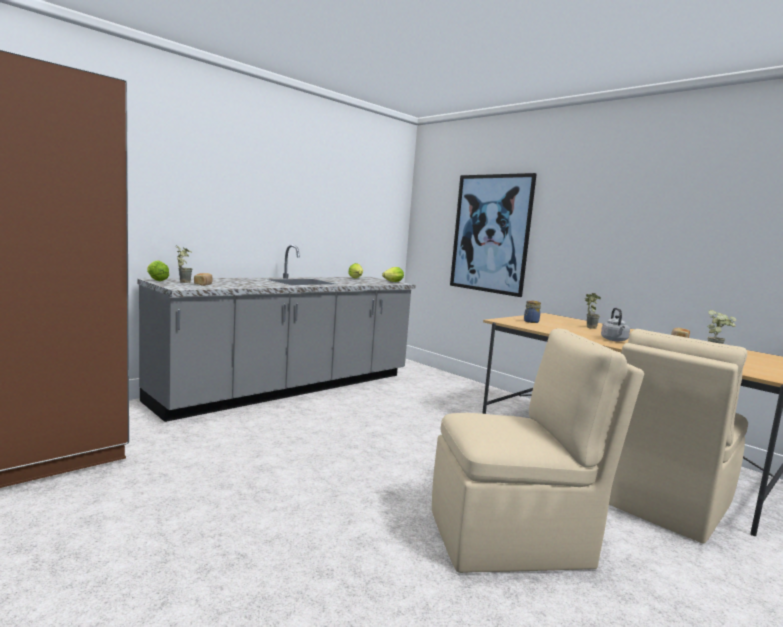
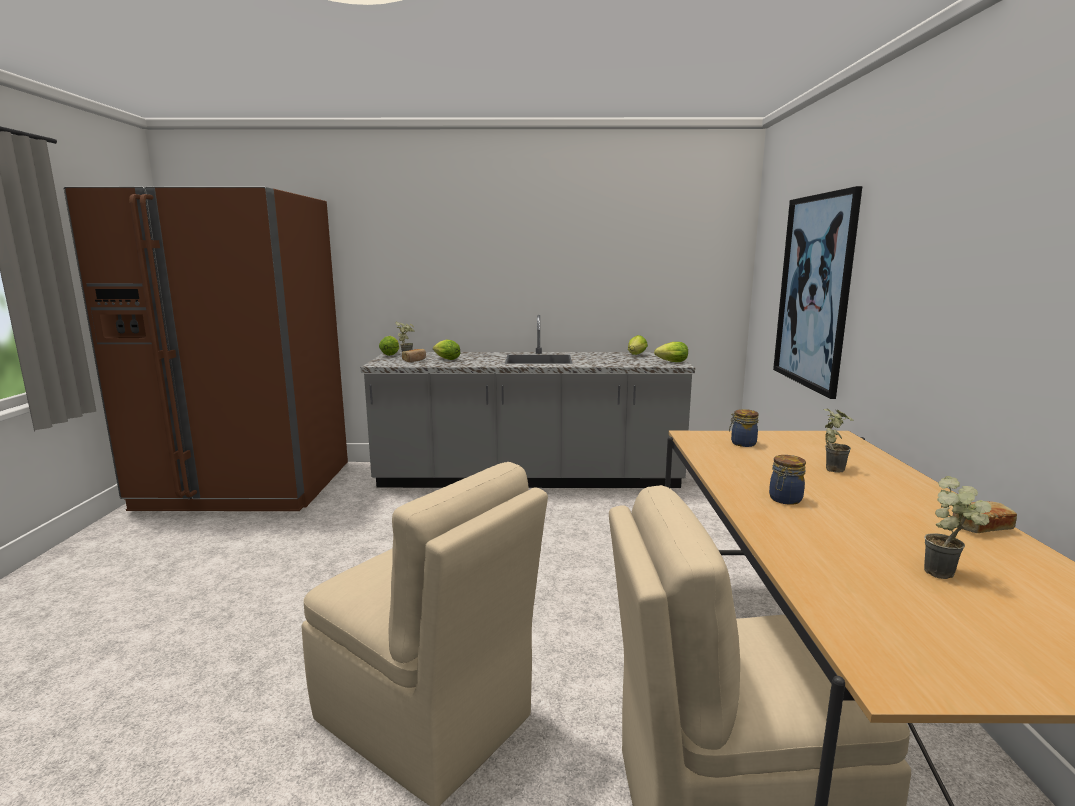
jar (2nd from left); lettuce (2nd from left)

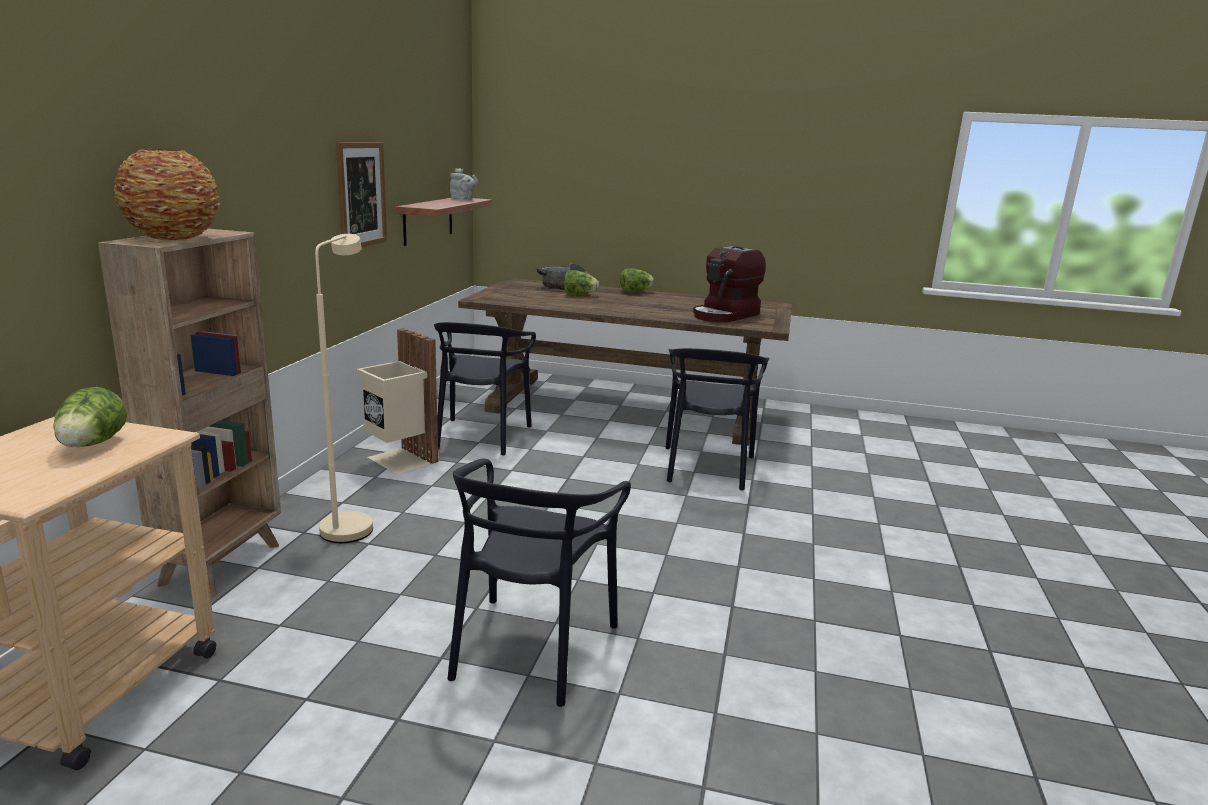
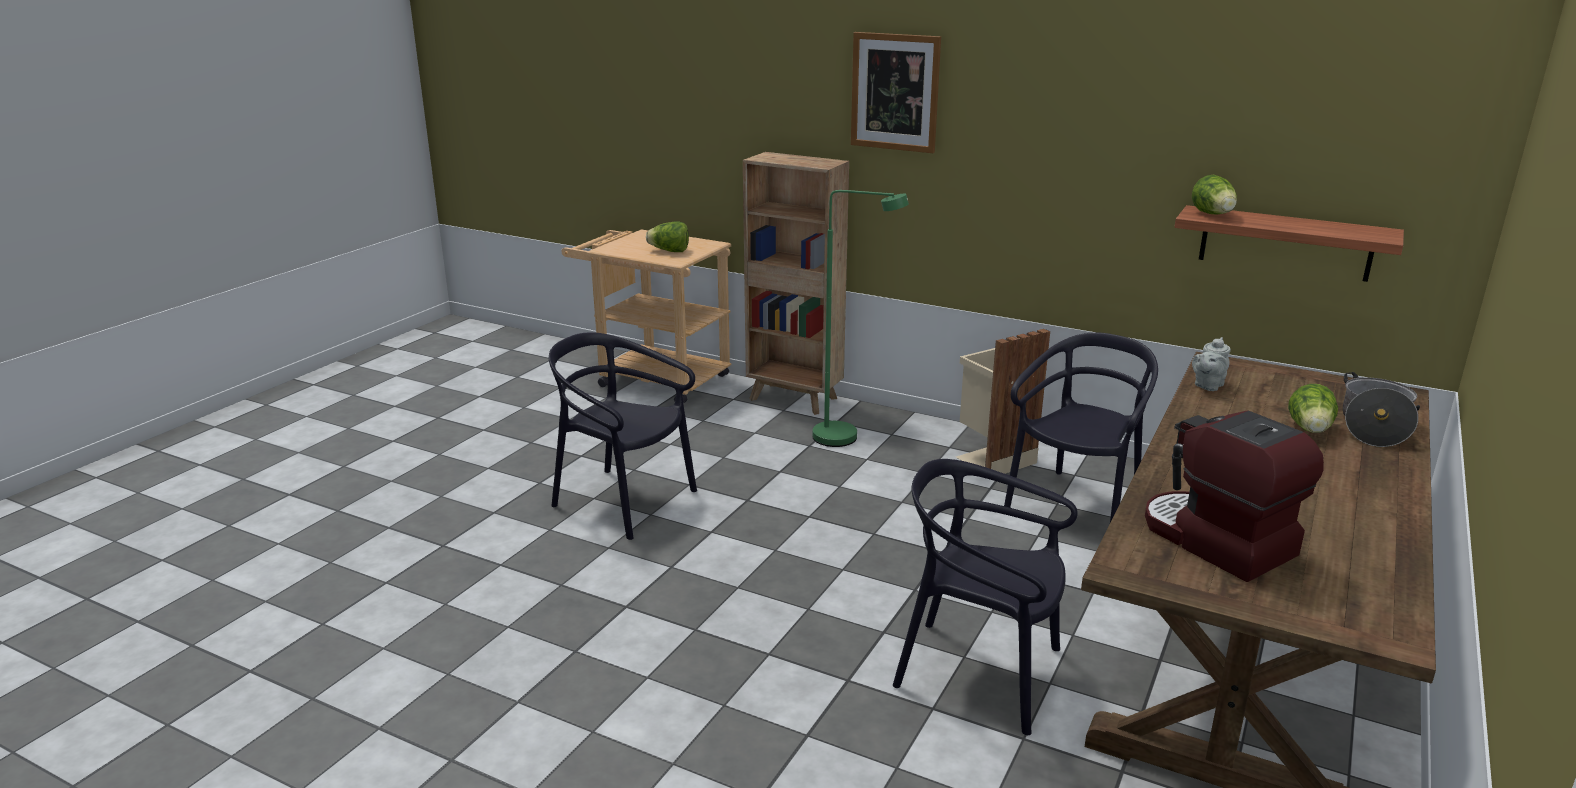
vase; green floor lamp; picture; black chair (3rd from left); grey teapot; lettuce (2nd from left)

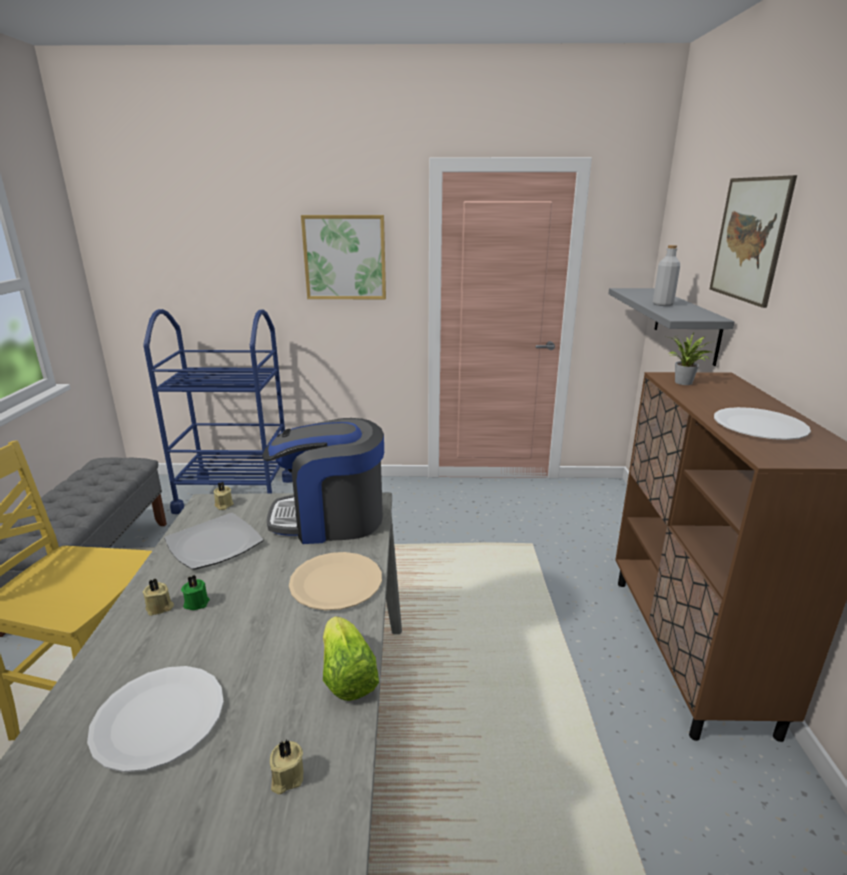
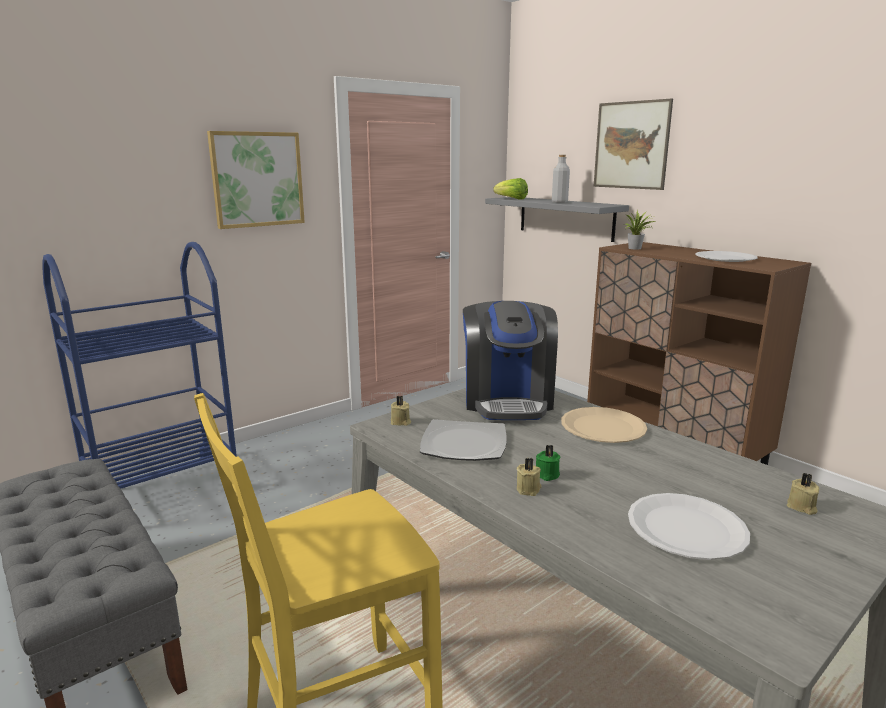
coffee machine; lettuce

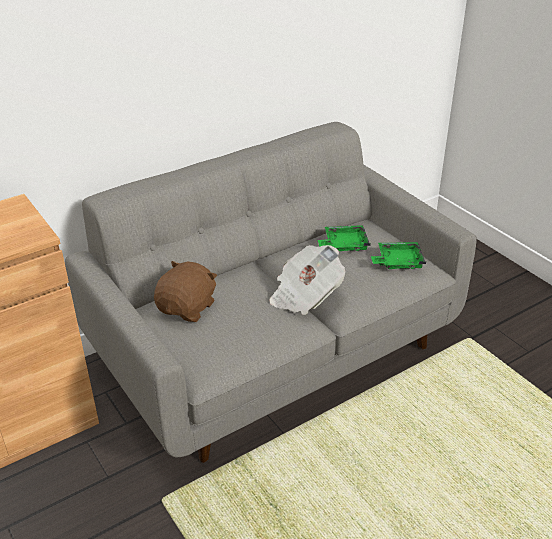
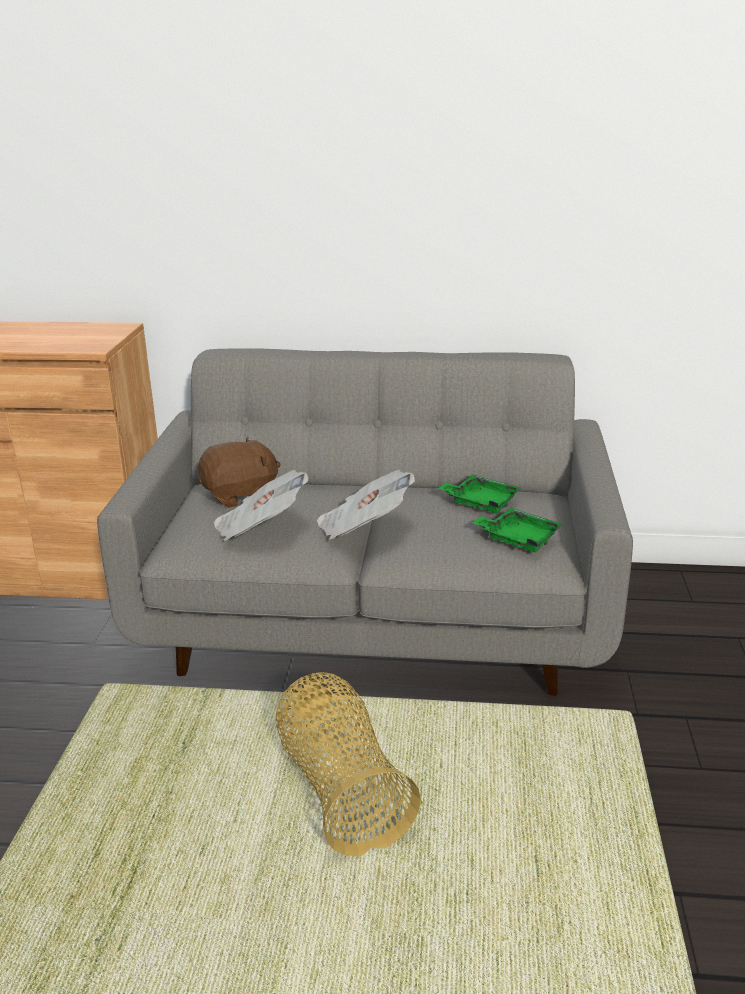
newspaper (1st from left); basket

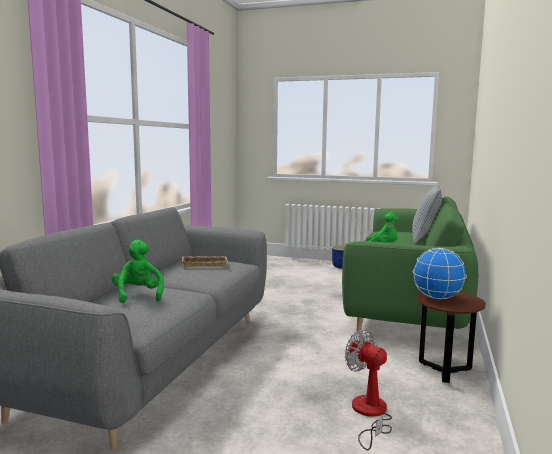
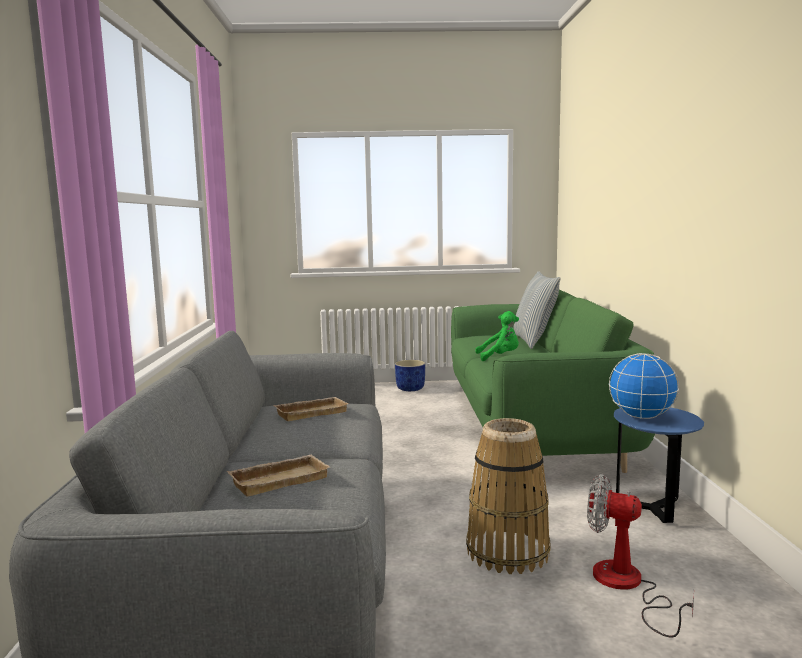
beige tray (1st from left); blue side table; basket

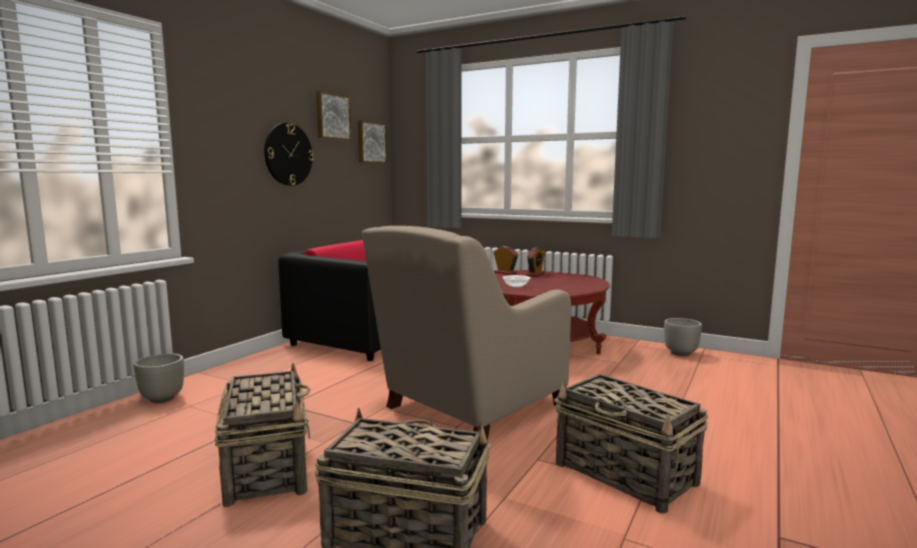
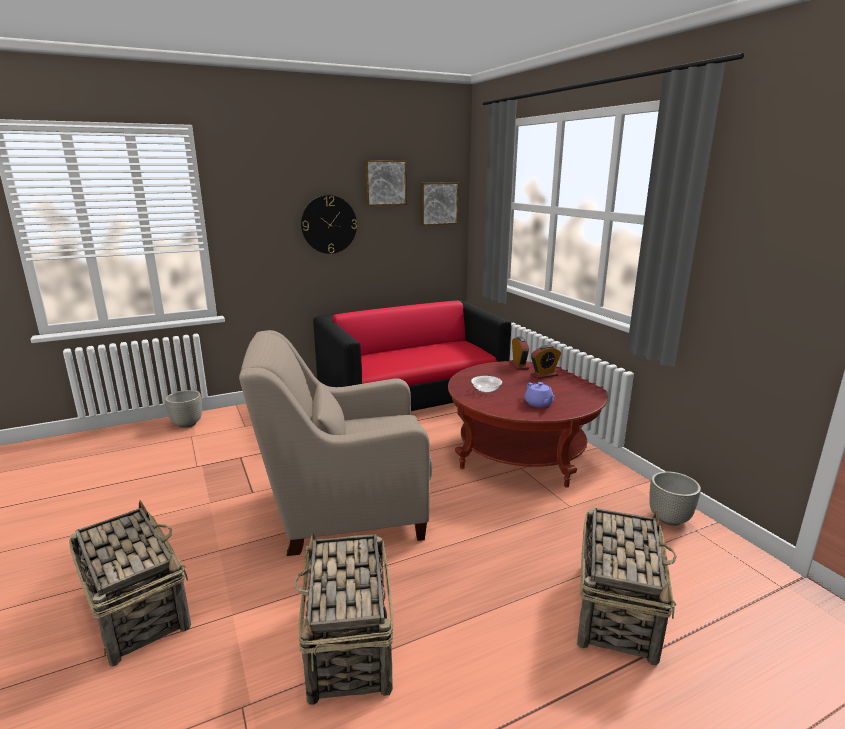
basket (3rd from left); purple teapot

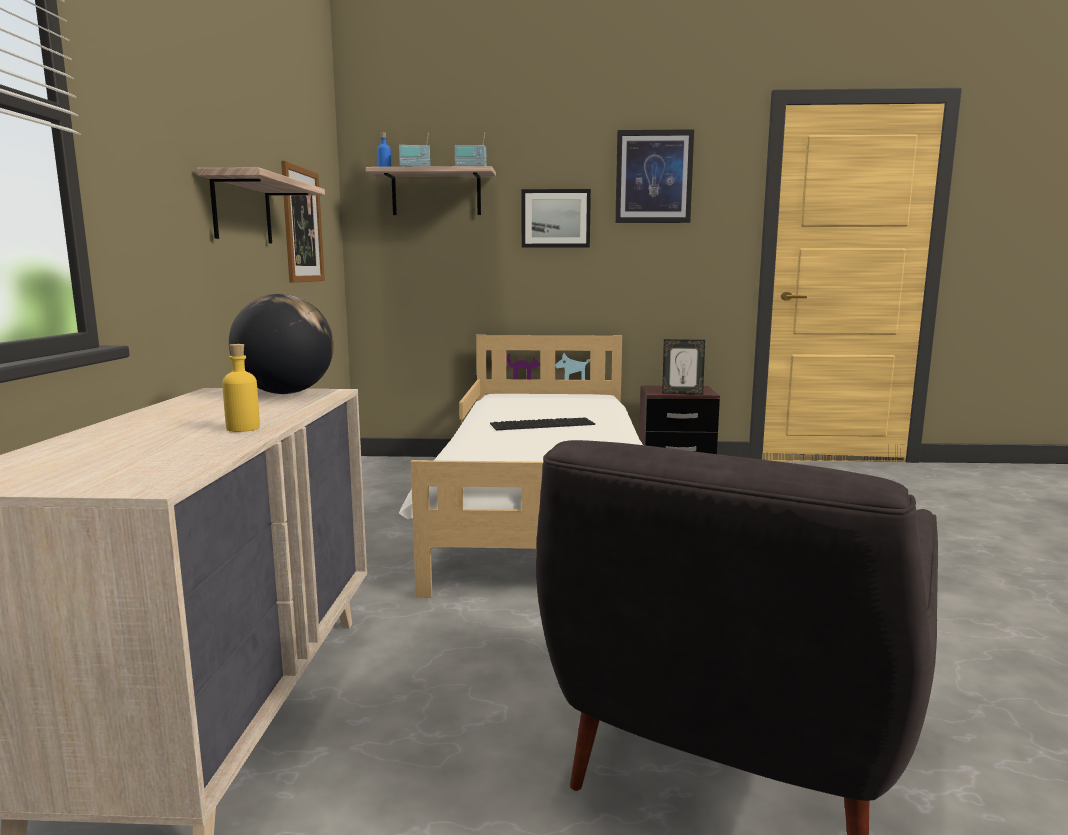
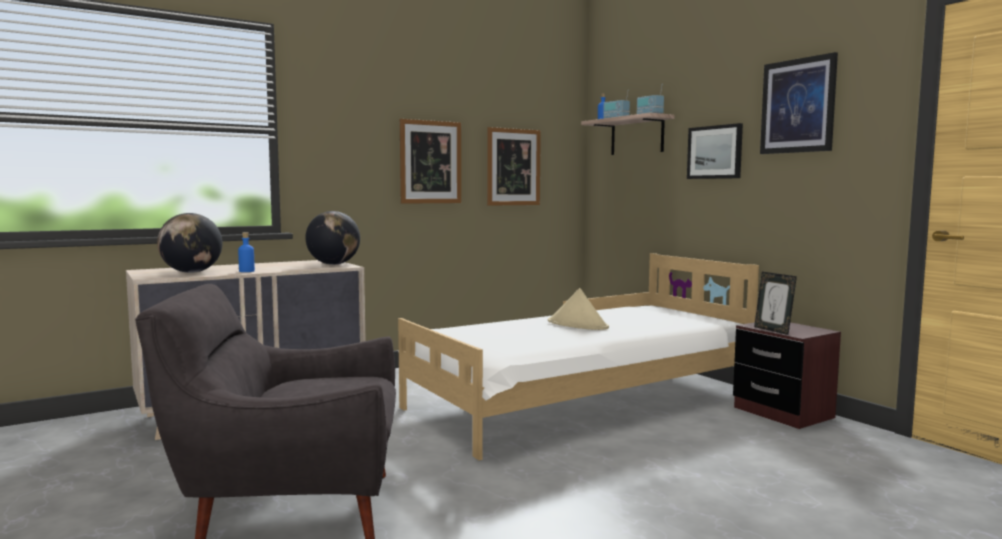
picture (1st from left); blue bottle (1st from left); beige hat; globe (1st from left)

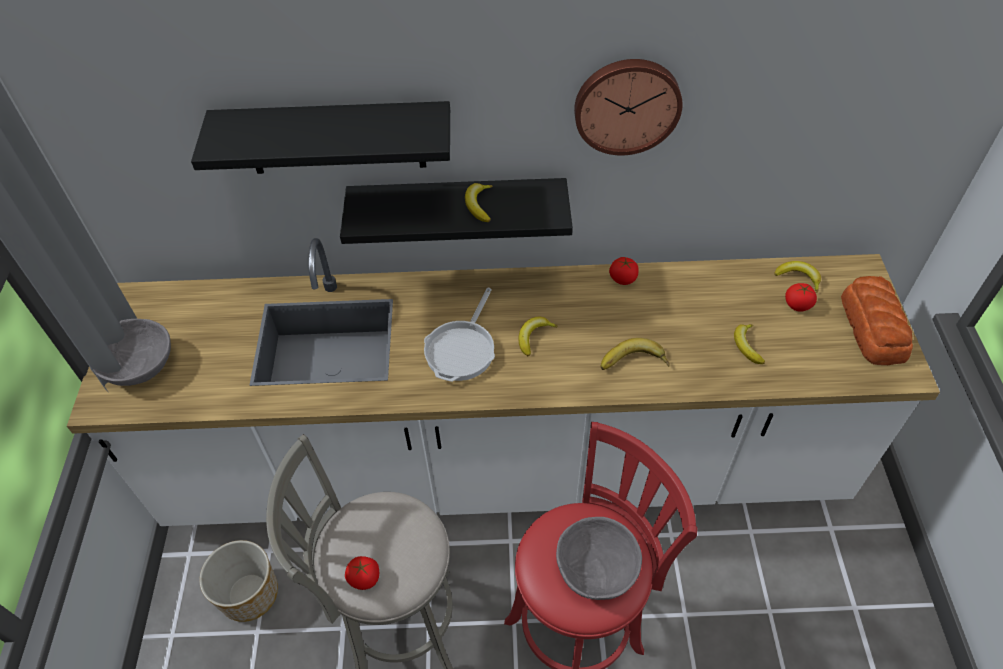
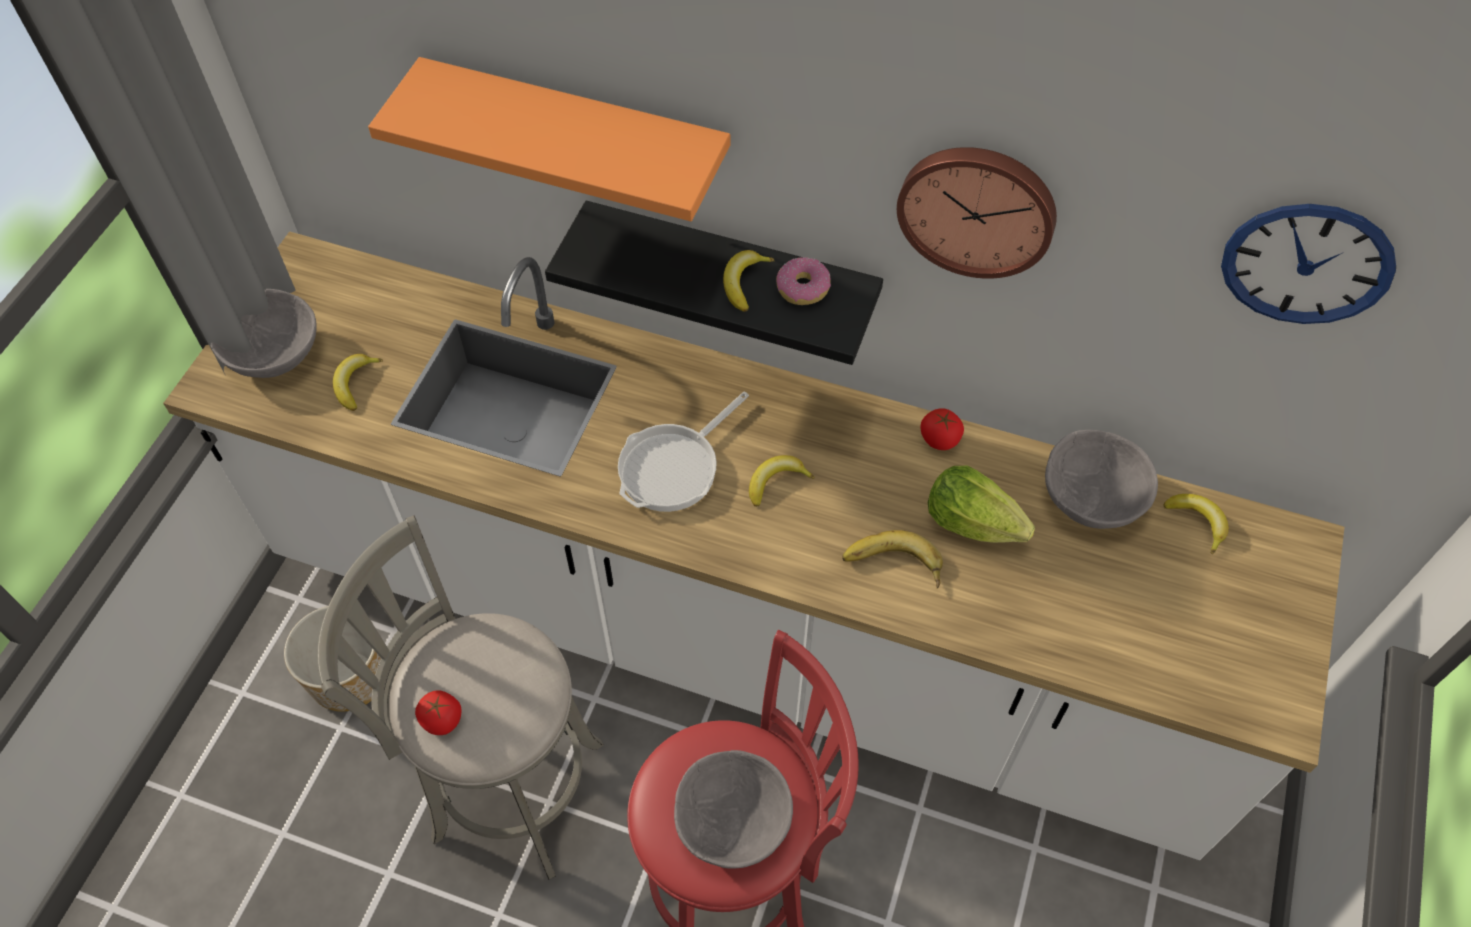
orange shelf; banana (1st from left); tomato (3rd from left in the first image); bread; donut; lettuce; grey bowl (3rd from left); wall clock (2nd from left)

